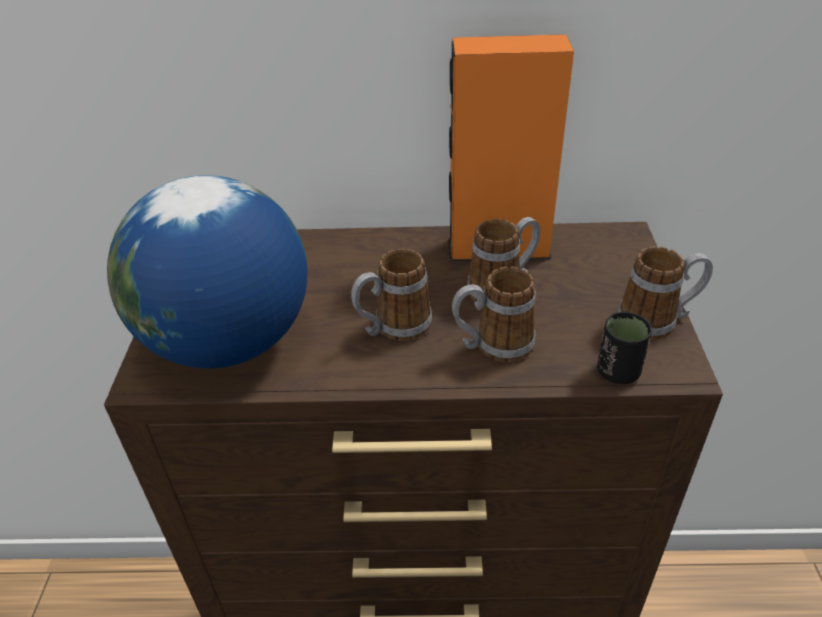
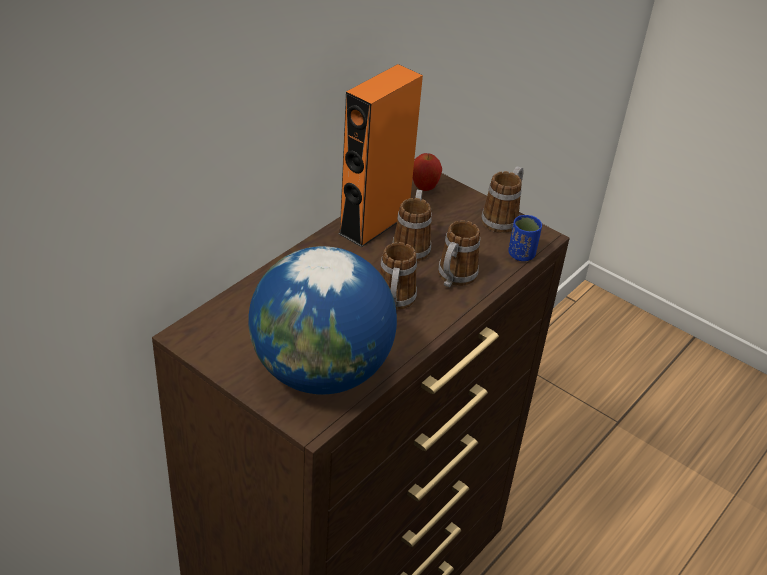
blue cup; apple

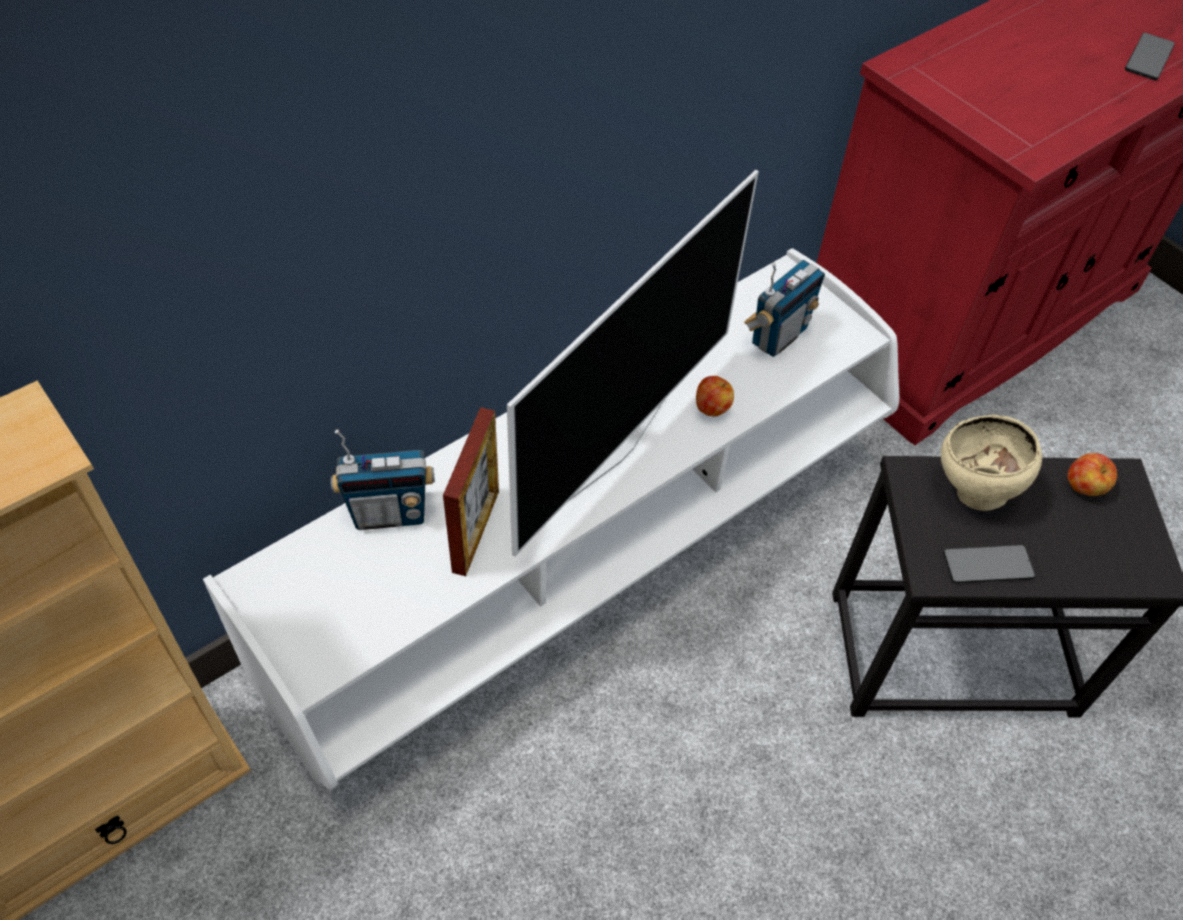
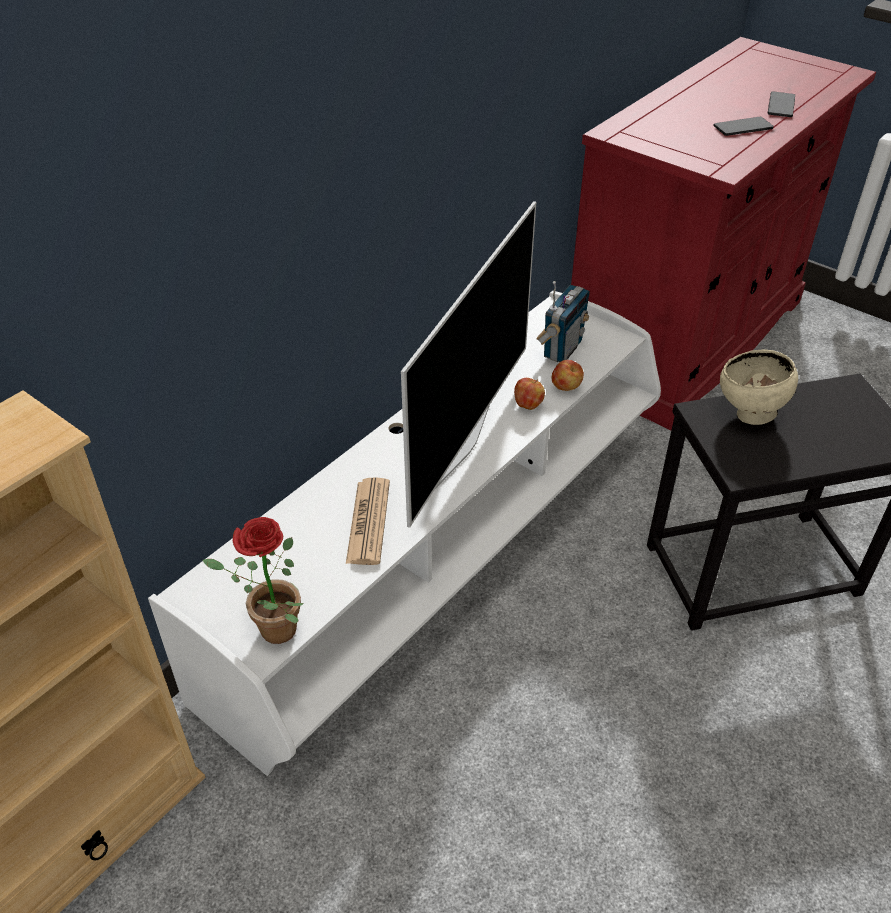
radio (1st from left in the first image); newspaper; phone (1st from left); apple (2nd from left); potted plant

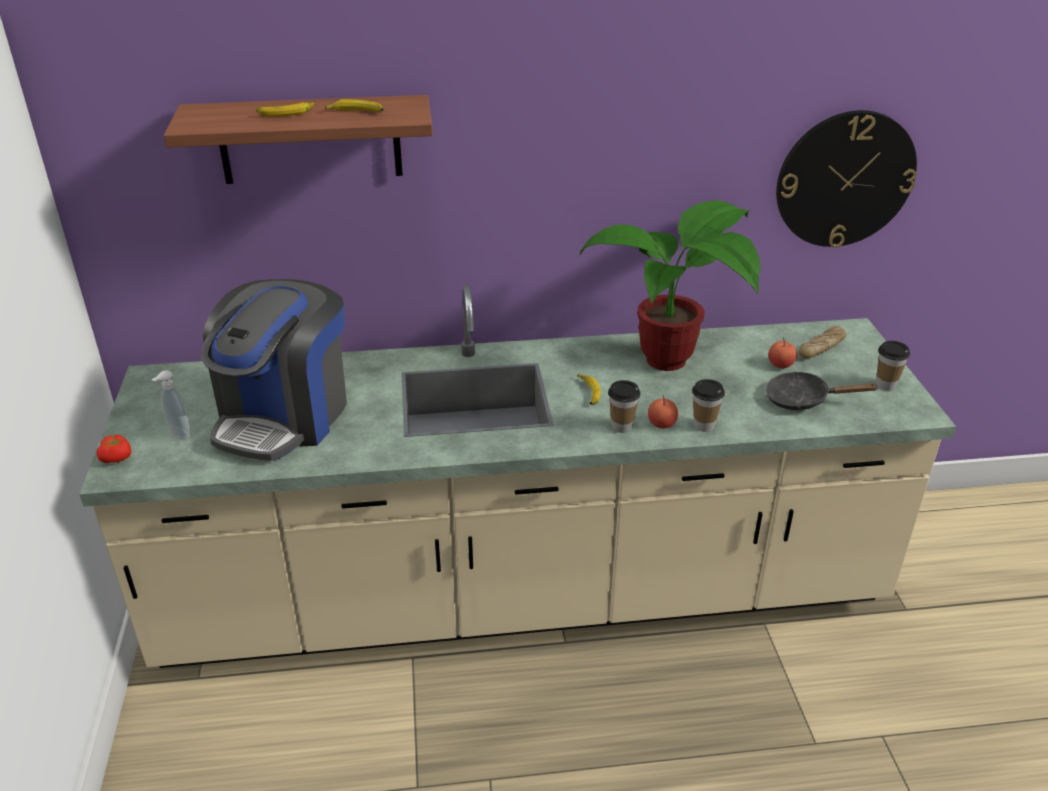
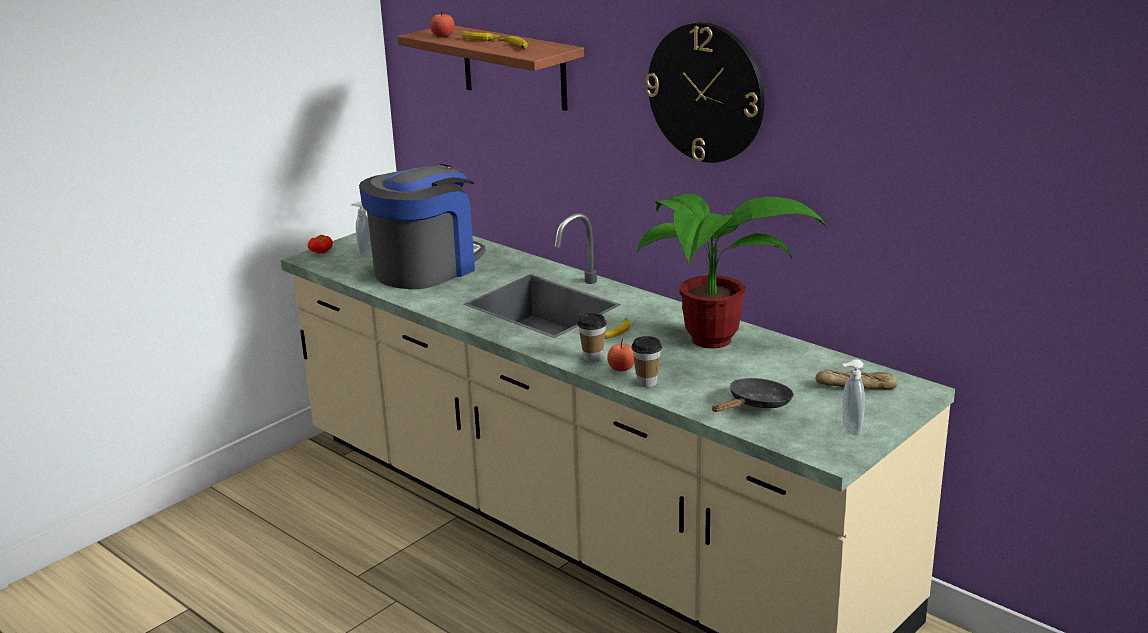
coffee machine; black frying pan; apple (1st from left); wall clock; soap dispenser (2nd from left)

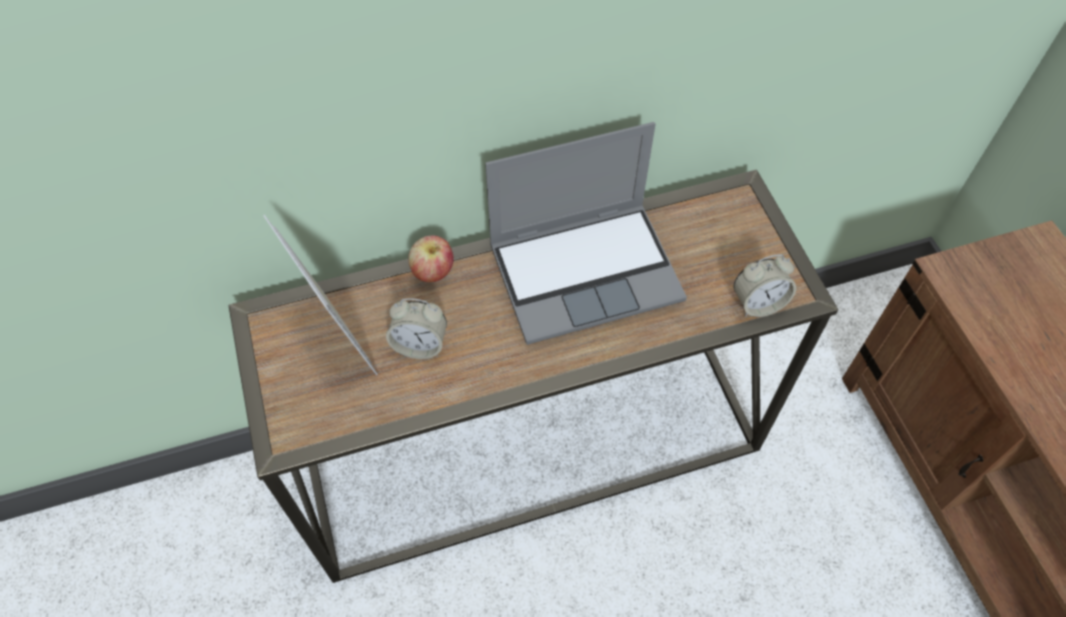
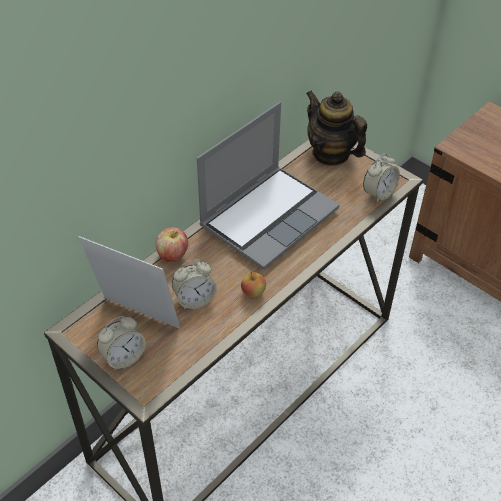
alarm clock (1st from left); apple (2nd from left); teapot

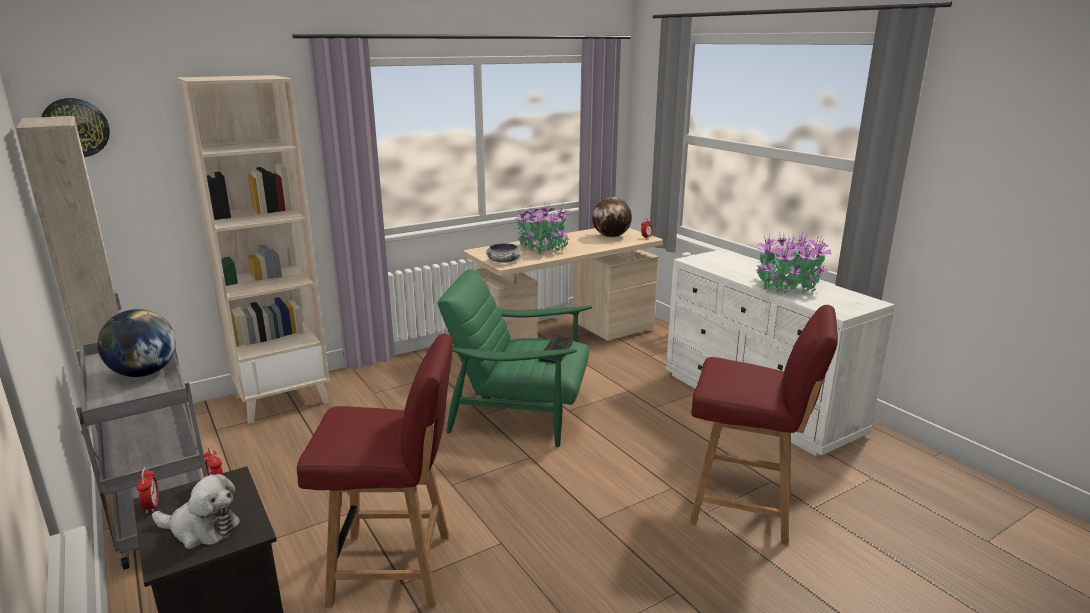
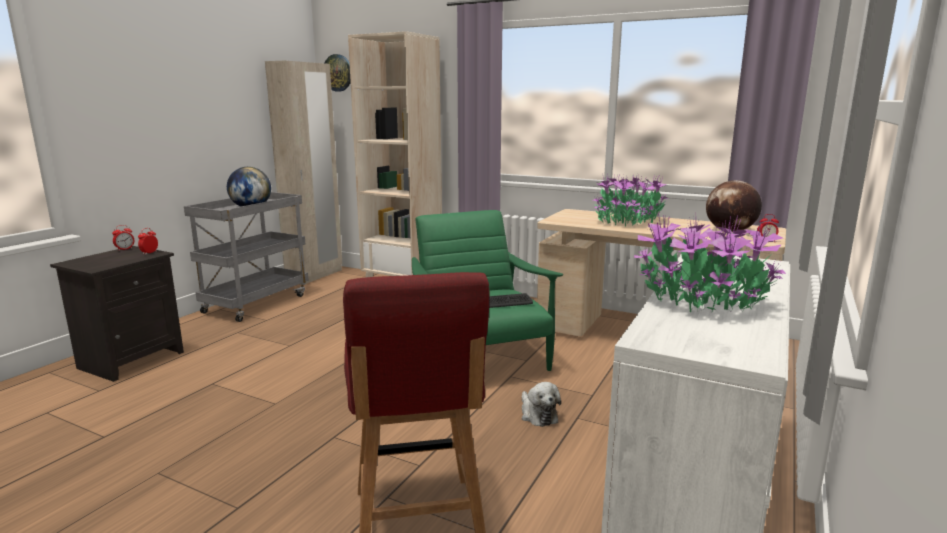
plush toy; red chair (1st from left in the first image); bowl

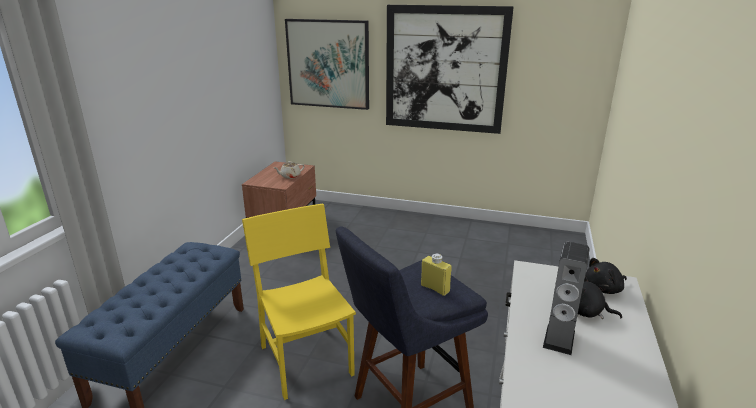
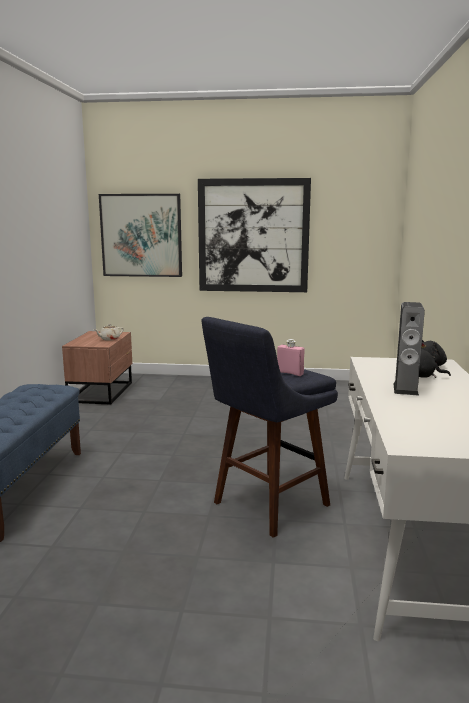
yellow chair; pink bottle

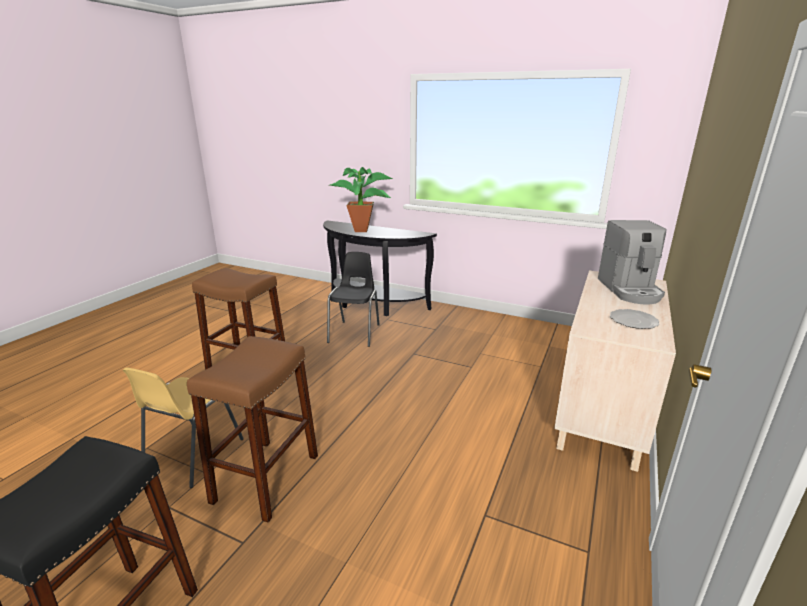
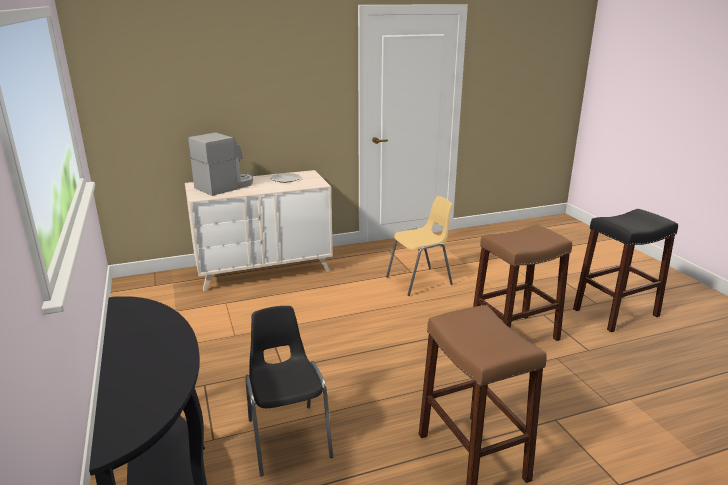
yellow chair; black chair; potted plant

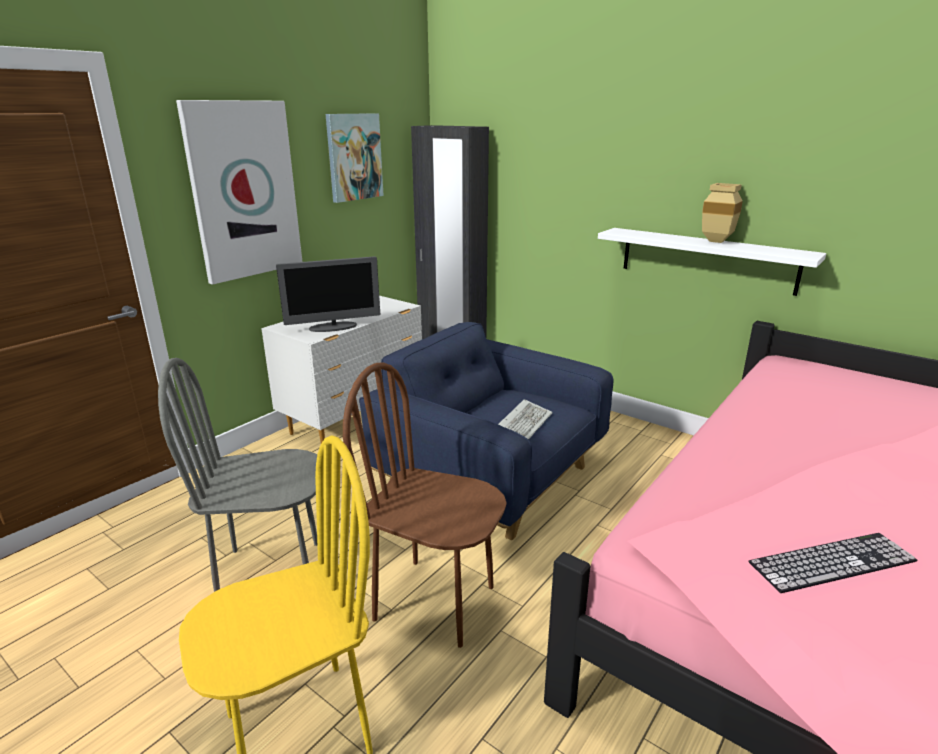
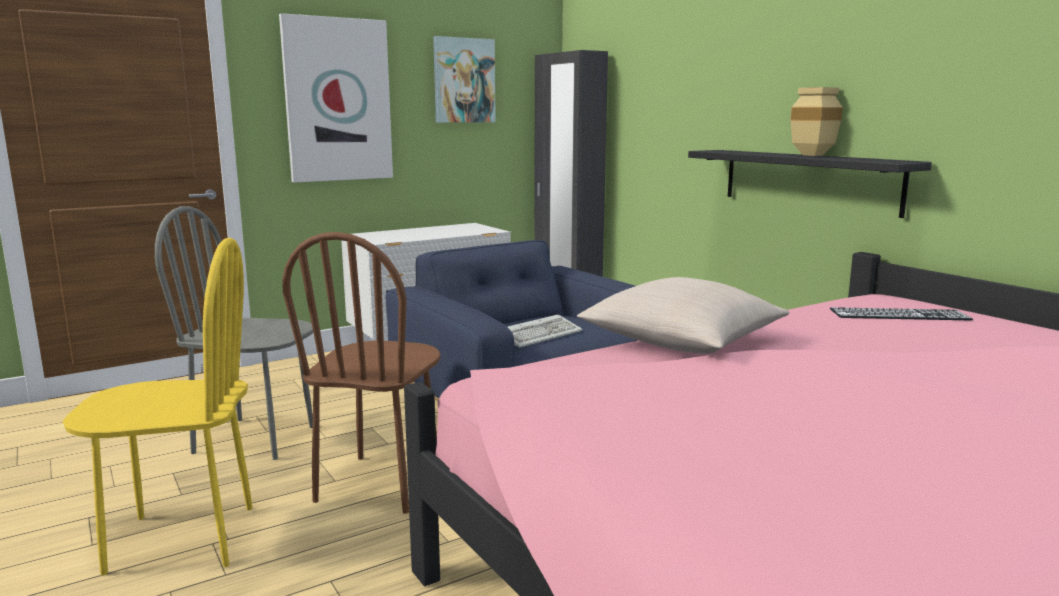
monitor; brown chair; black shelf; keyboard (2nd from left); beige pillow

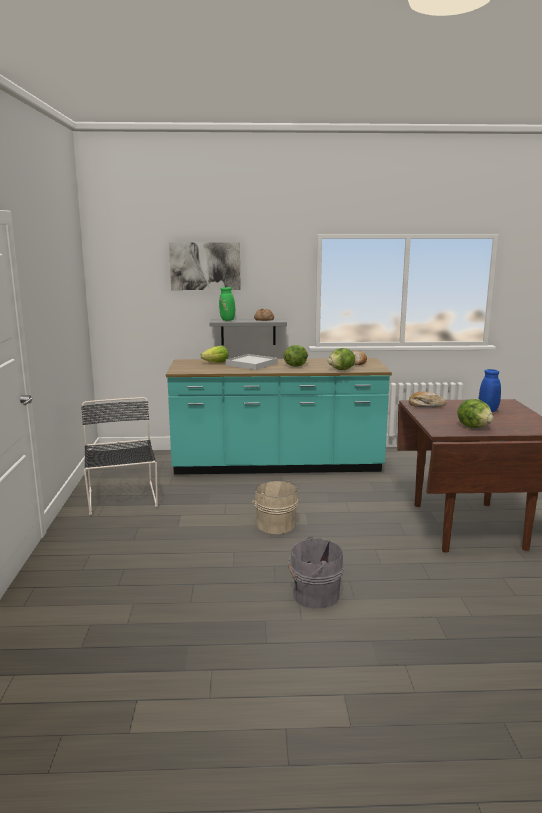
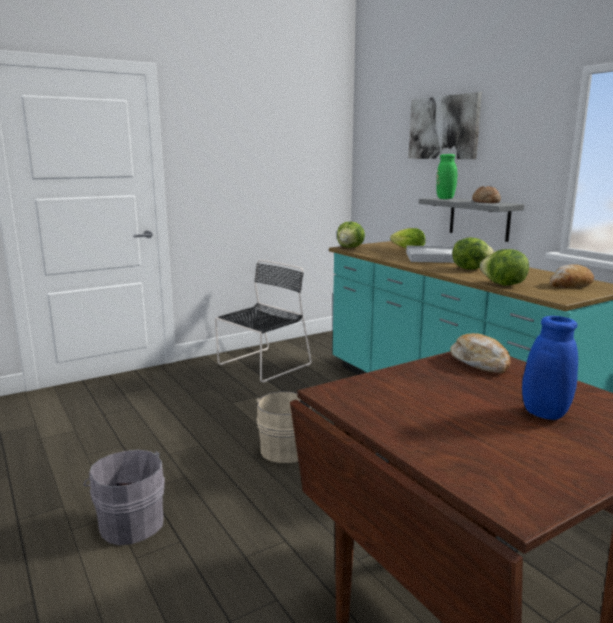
lettuce (1st from left)

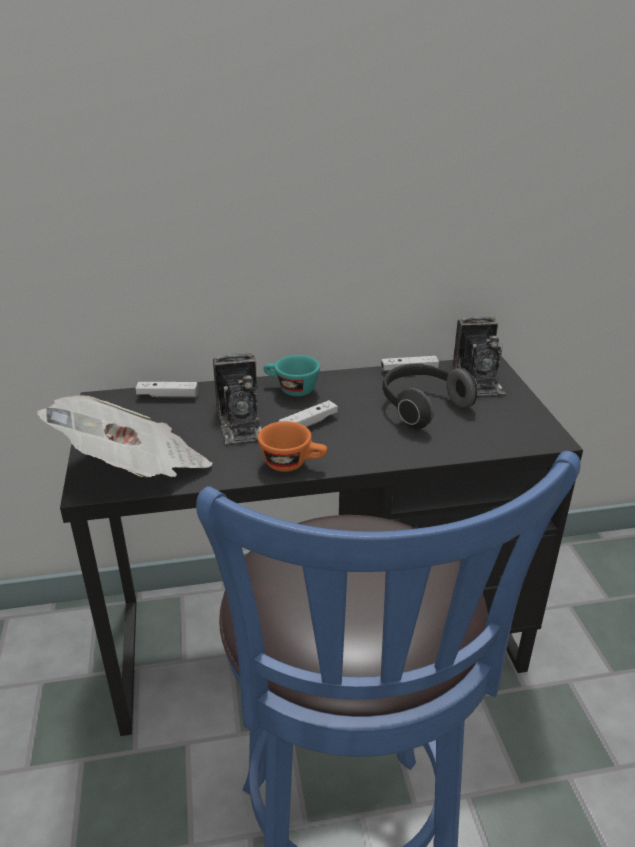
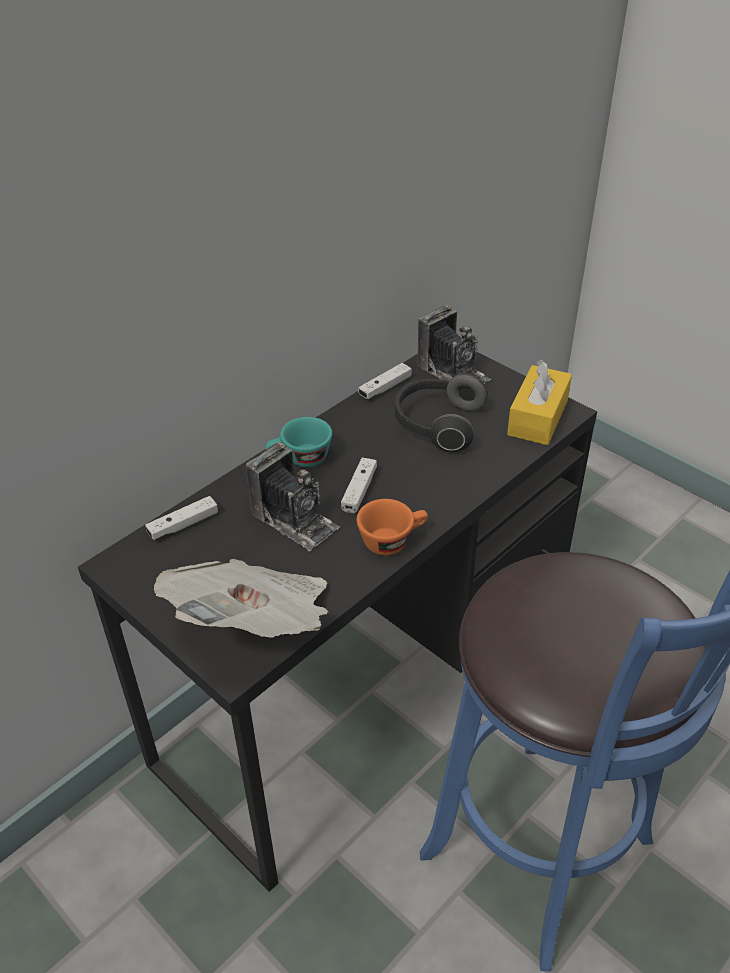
yellow tissue box

